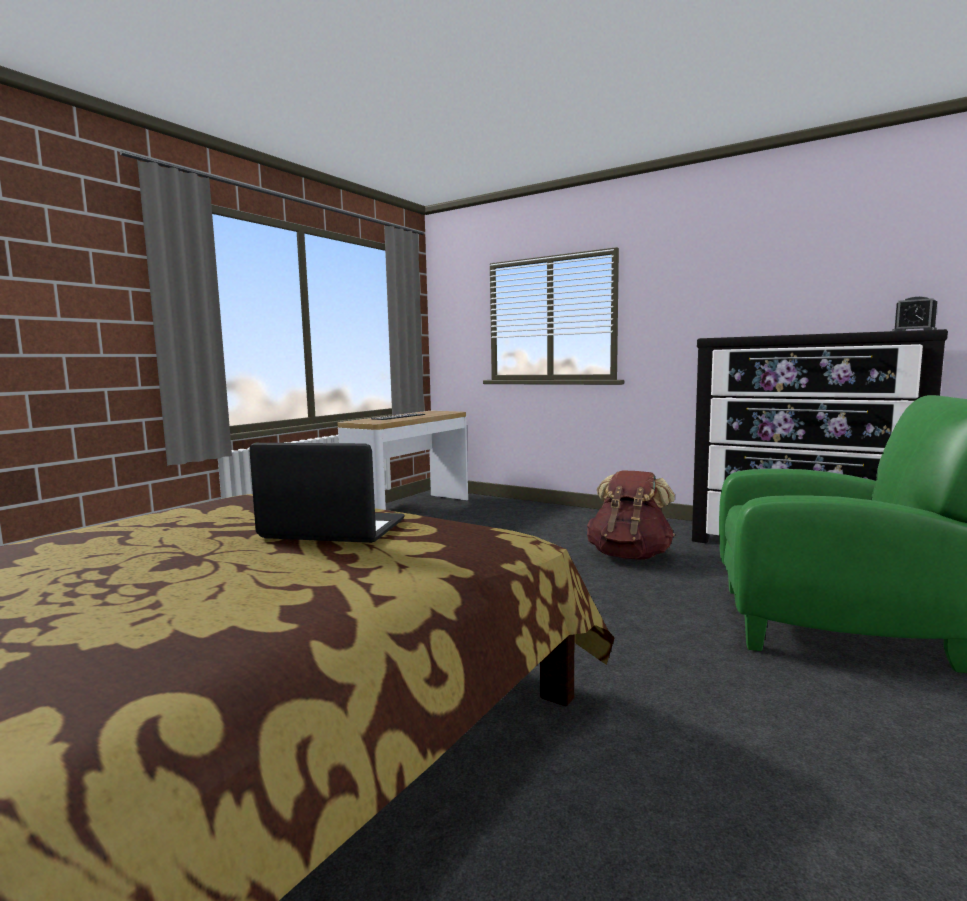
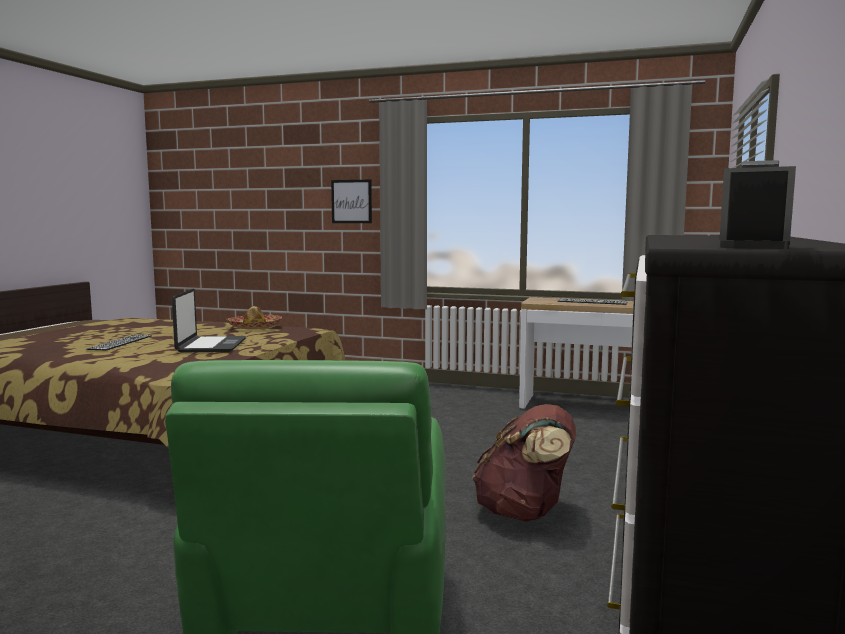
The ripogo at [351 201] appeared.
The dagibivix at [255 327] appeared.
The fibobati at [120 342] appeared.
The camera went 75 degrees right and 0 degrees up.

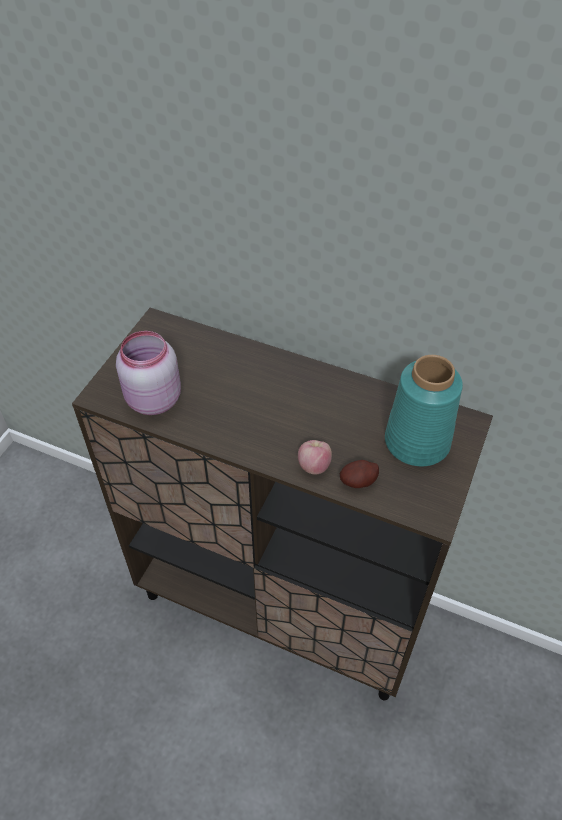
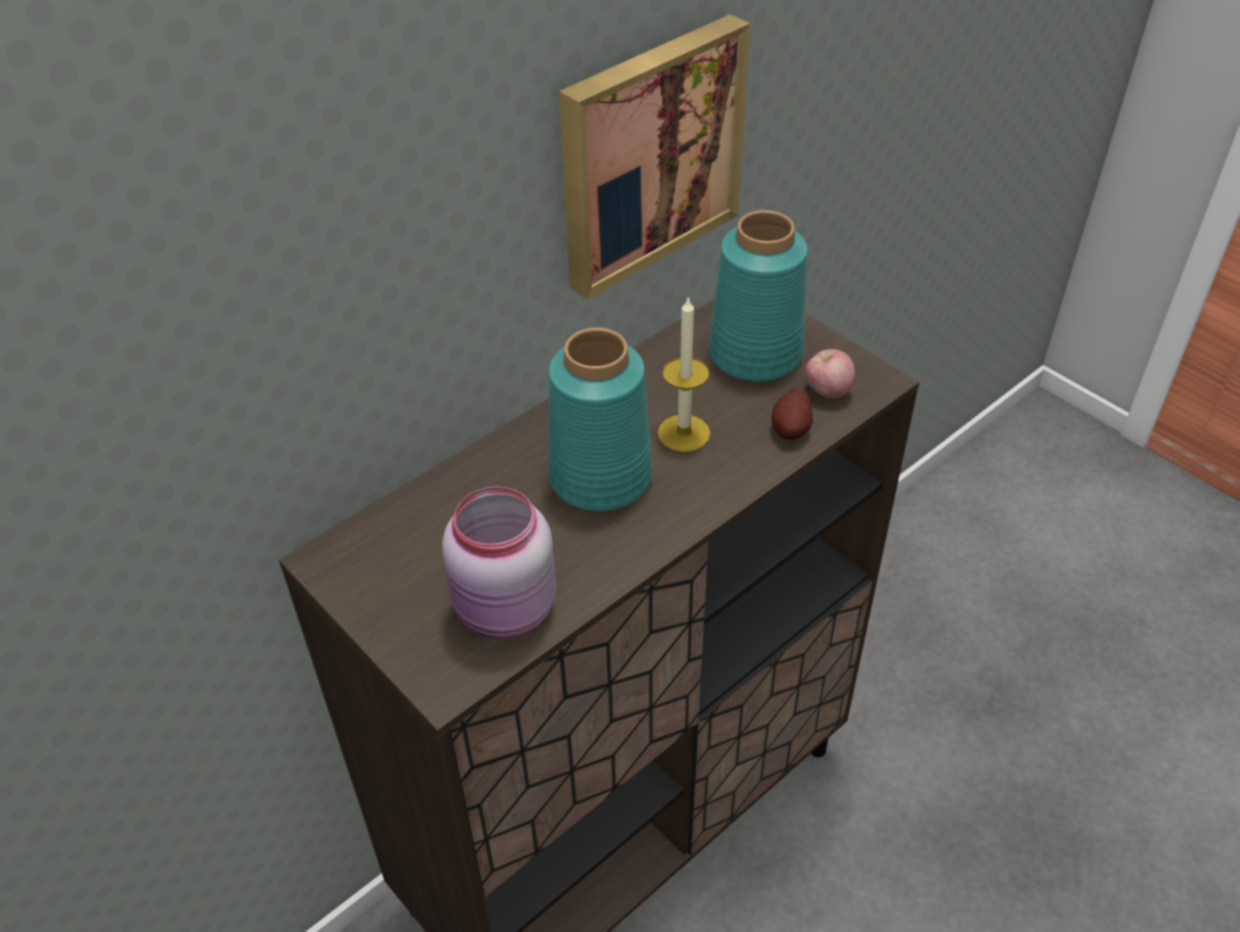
The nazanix moved from [314 466] to [827 391].
The ripogo at [648 154] appeared.
The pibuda at [684 433] appeared.
The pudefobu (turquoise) at [600 476] appeared.
The camera went 65 degrees left and 5 degrees down.

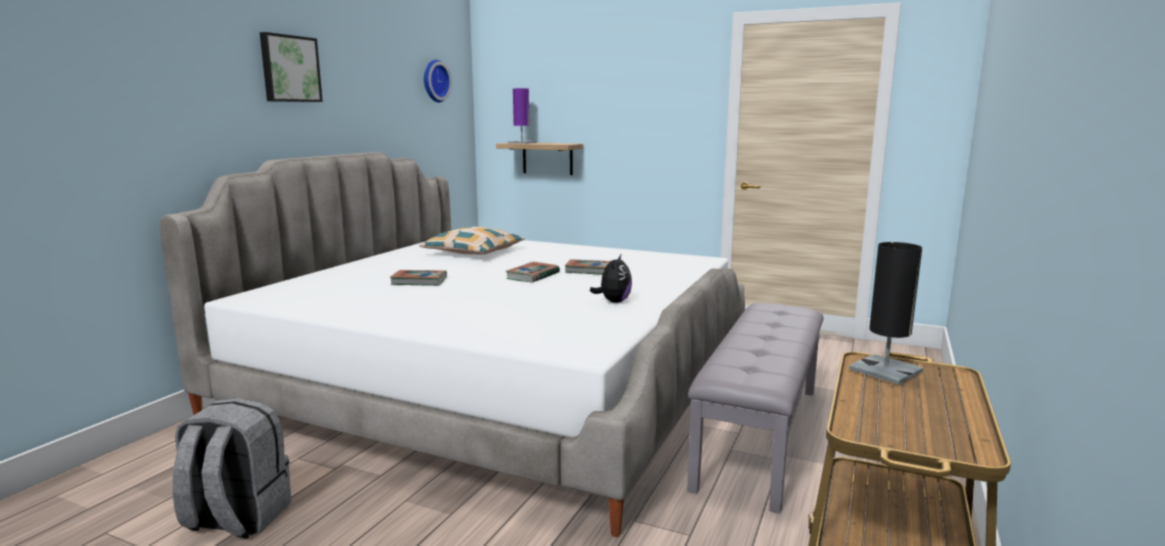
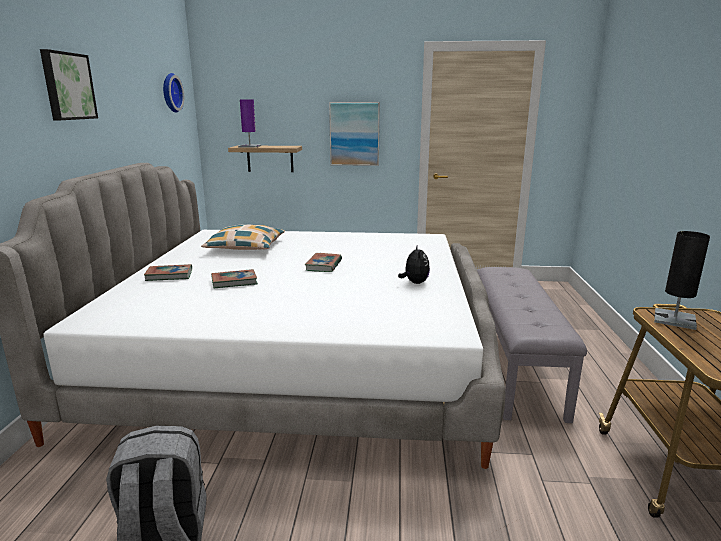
The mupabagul moved from [589 270] to [169 275].
The ripogo at [354 134] appeared.
The camera went 20 degrees left and 5 degrees up.

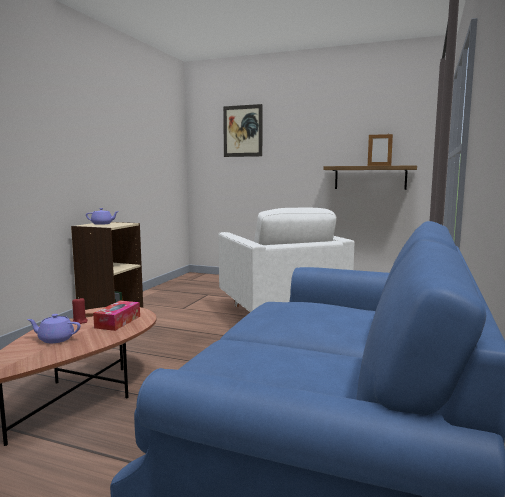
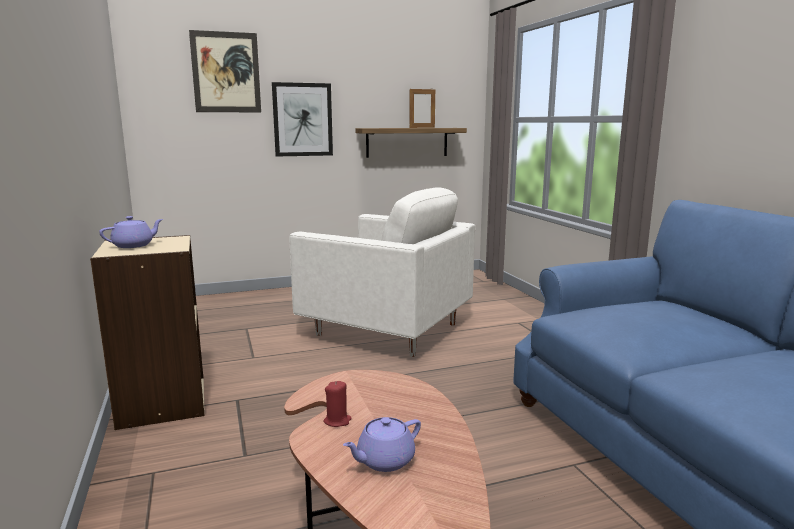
The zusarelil at [118 322] disappeared.
The ripogo at [302 119] appeared.
The camera went 40 degrees left and 5 degrees up.

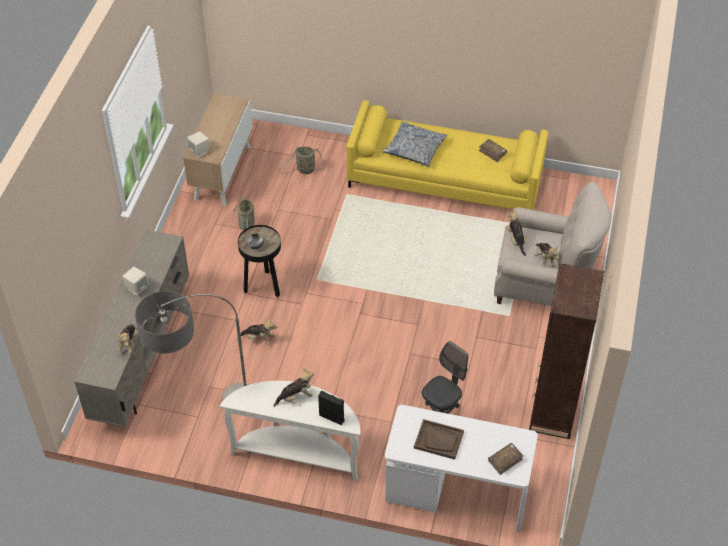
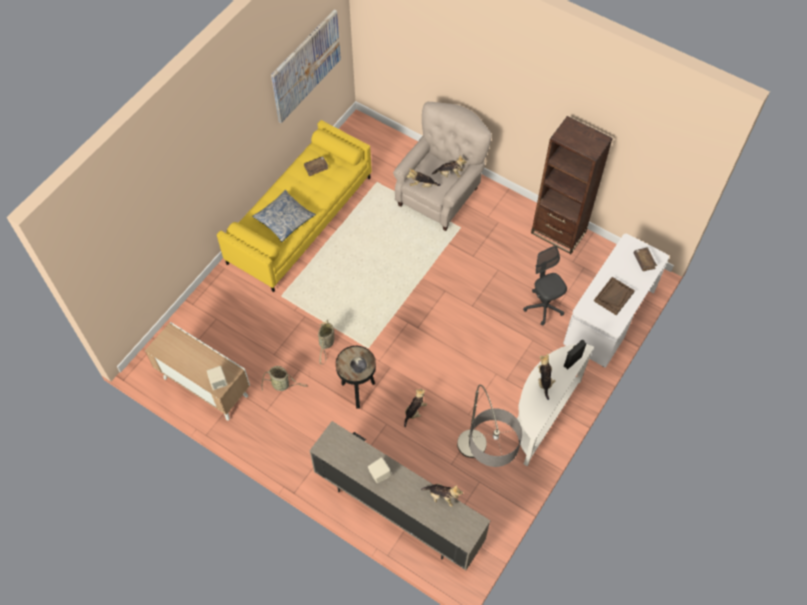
The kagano moved from [304 170] to [326 343].
The ripogo at [306 66] appeared.
The camera went 70 degrees left and 10 degrees up.

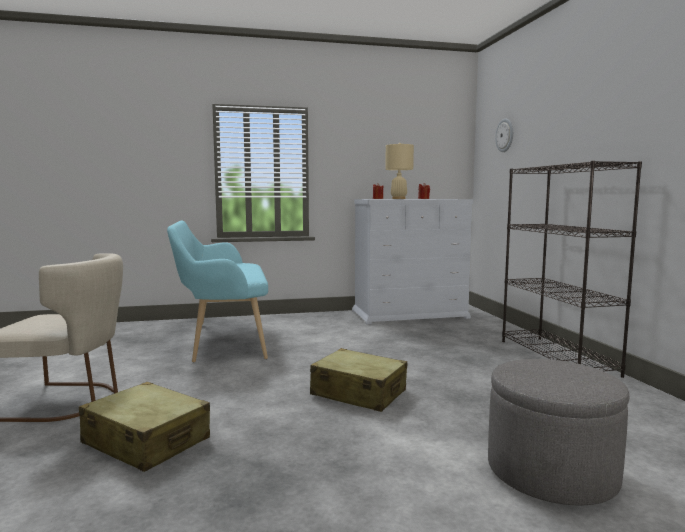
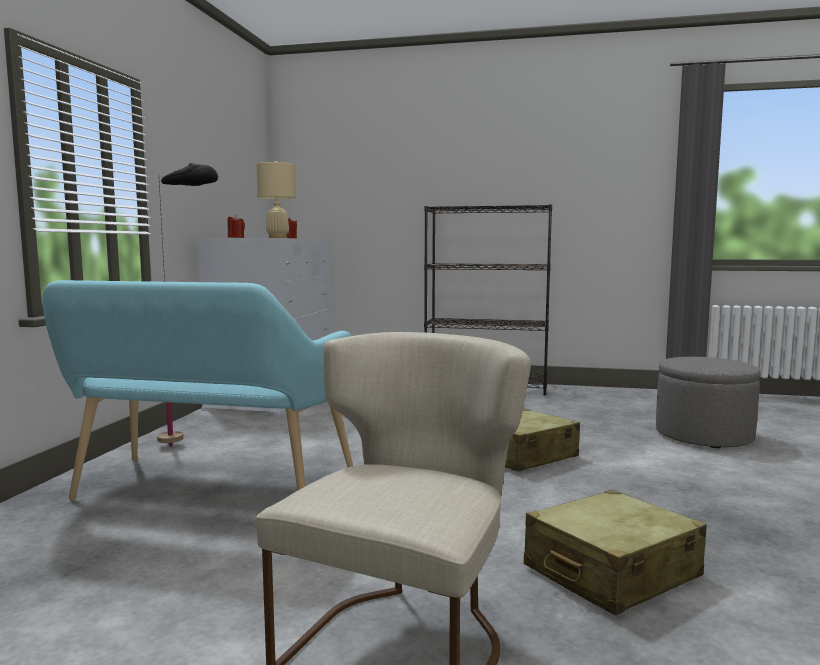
The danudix at [505 135] disappeared.
The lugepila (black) at [193 444] appeared.
The camera went 65 degrees left and 0 degrees up.

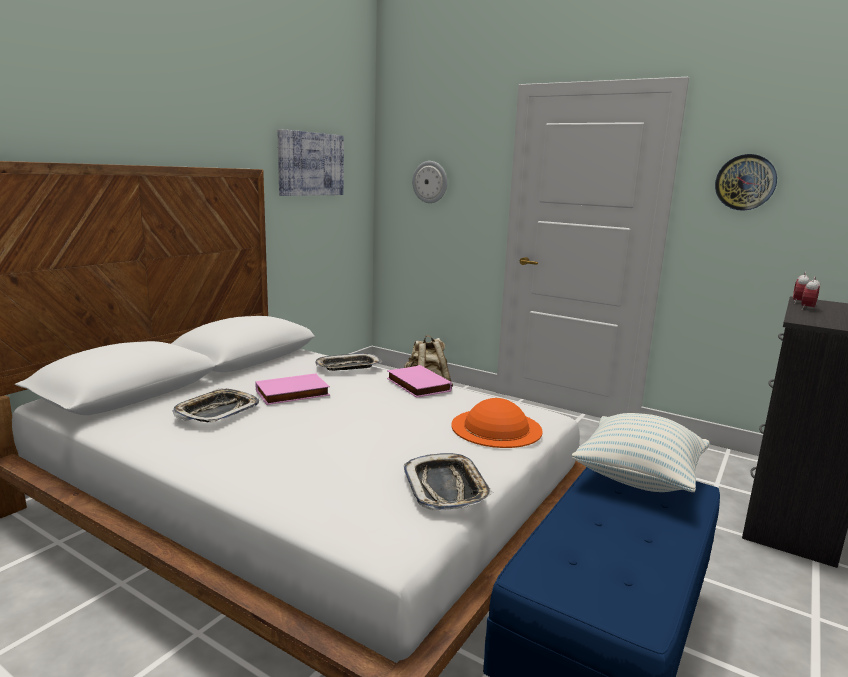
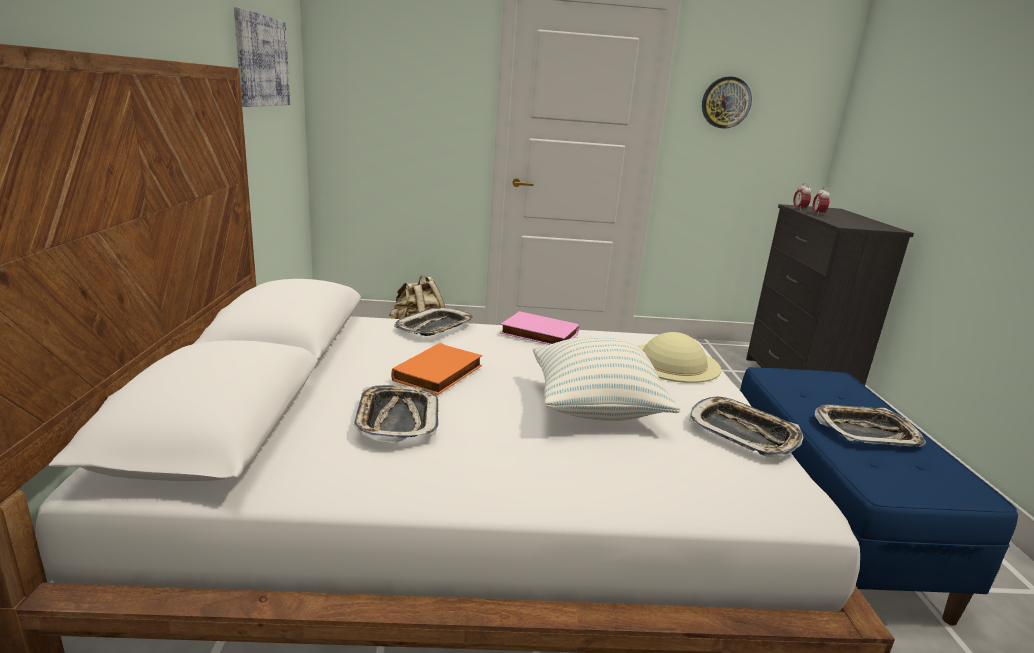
The danudix at [430 182] disappeared.
The mupabagul (pink) at [292 394] became the mupabagul (orange) at [439 374].
The dagibivix (orange) at [496 427] became the dagibivix (beige) at [673 362].
The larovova moved from [638 479] to [595 409].
The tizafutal at [866 432] appeared.
The camera went 35 degrees left and 5 degrees up.

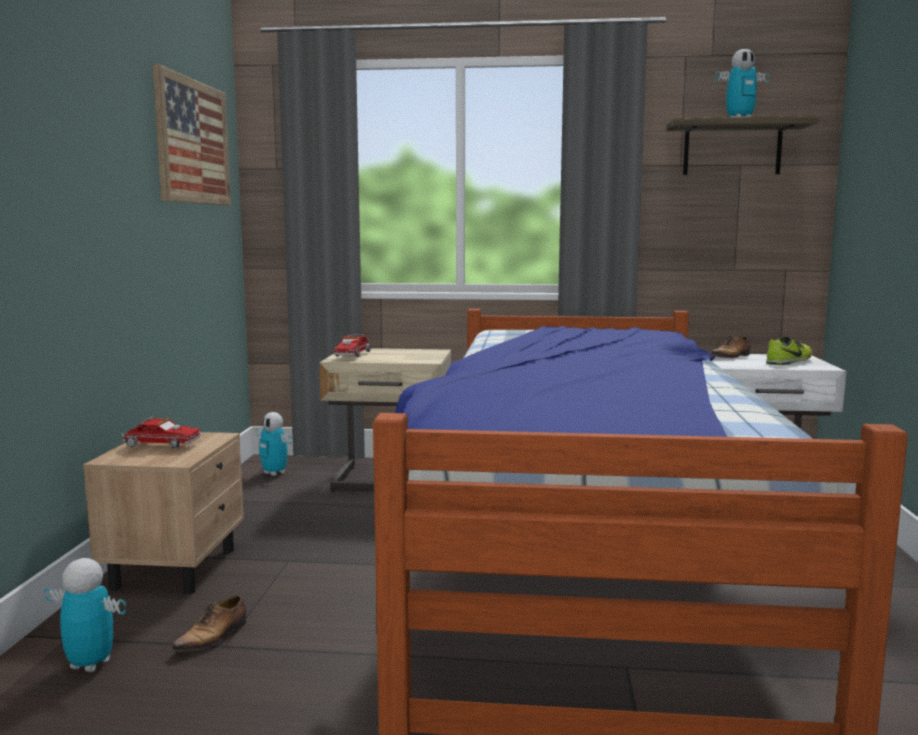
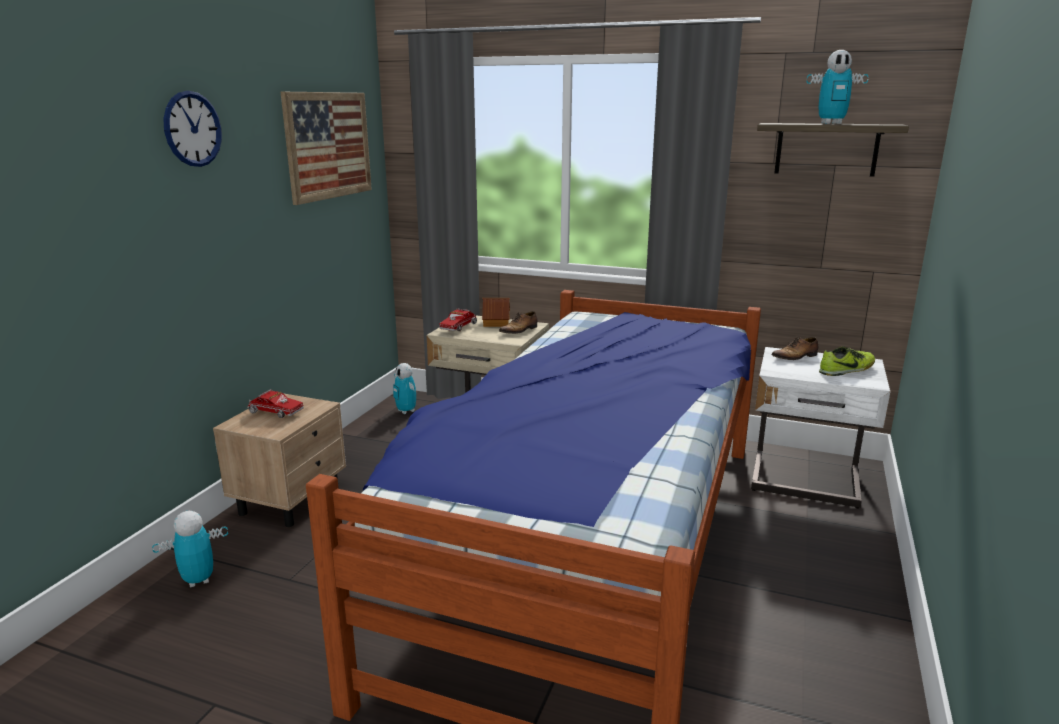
The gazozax at [90 664] turned 60 degrees counterclockwise.
The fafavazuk moved from [213 637] to [519 330].
The danudix at [192 129] appeared.
The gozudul at [495 322] appeared.
The camera went 15 degrees right and 10 degrees up.

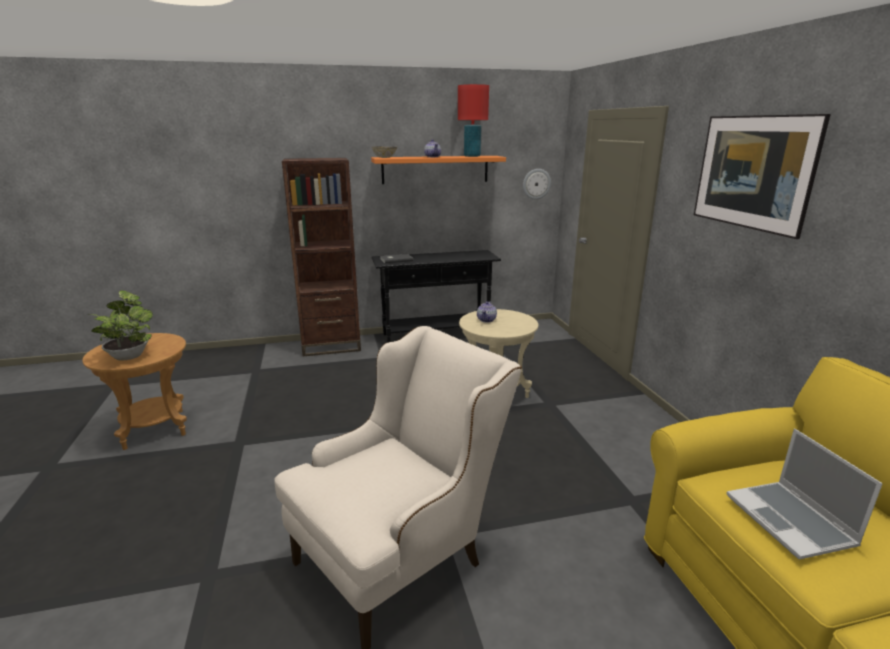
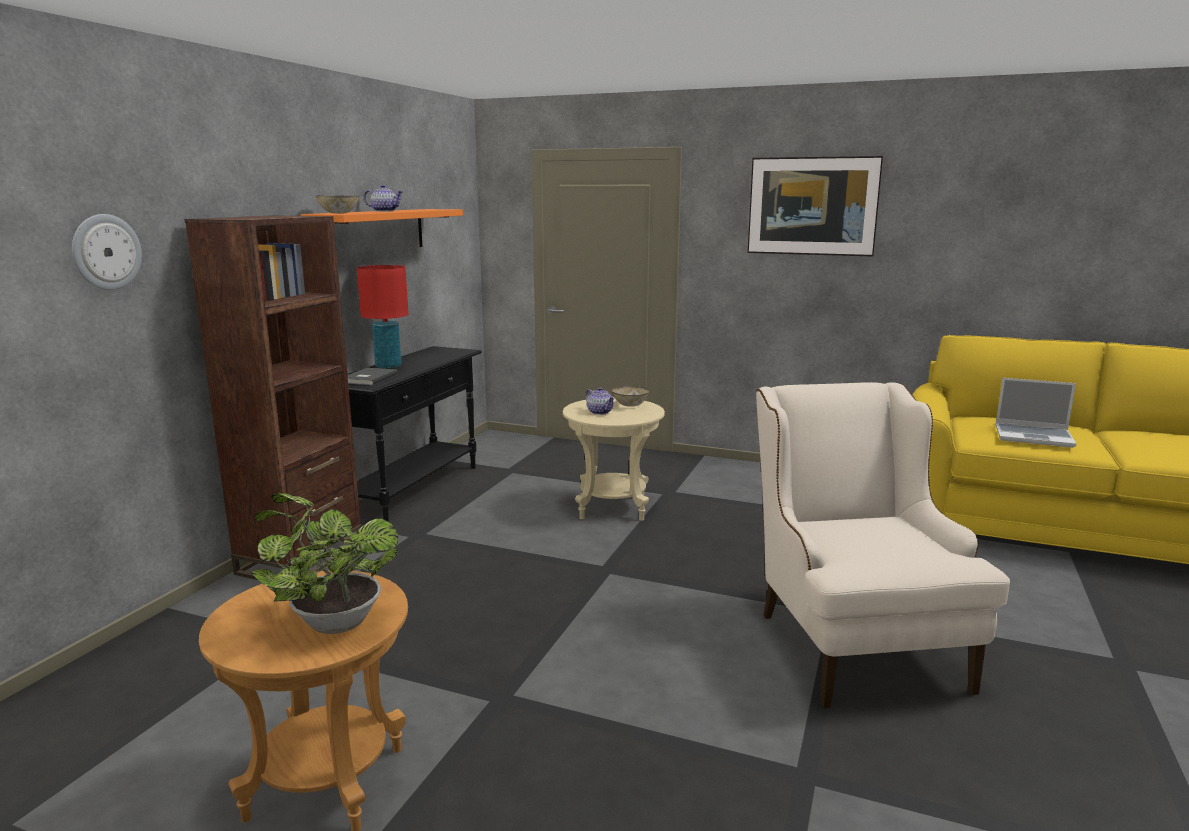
The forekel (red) moved from [472 156] to [388 366].
The danudix moved from [536 184] to [106 252].
The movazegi at [630 405] appeared.
The camera went 55 degrees left and 5 degrees down.

